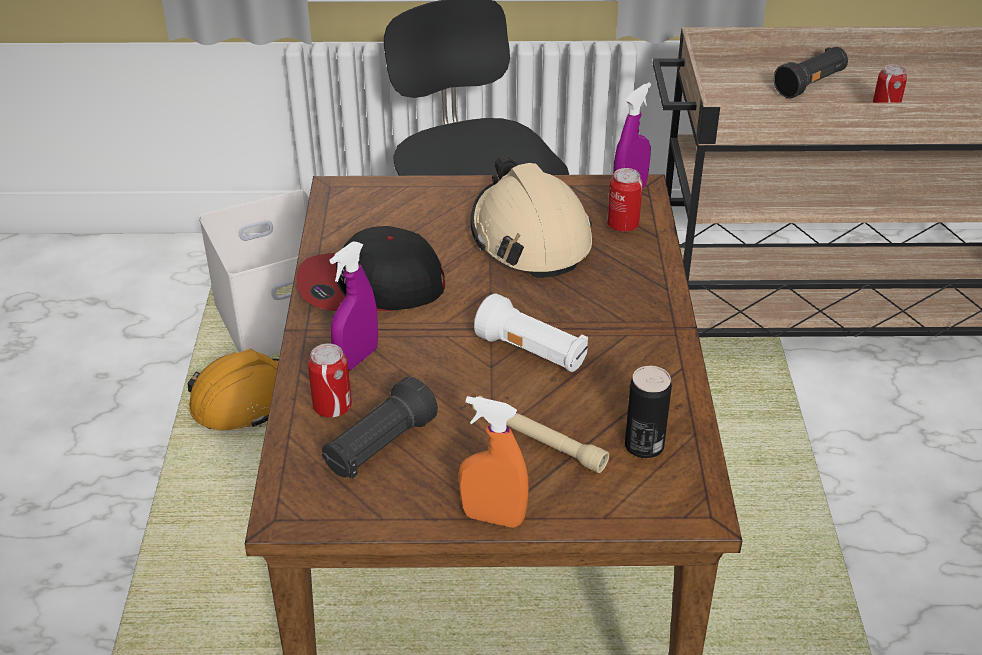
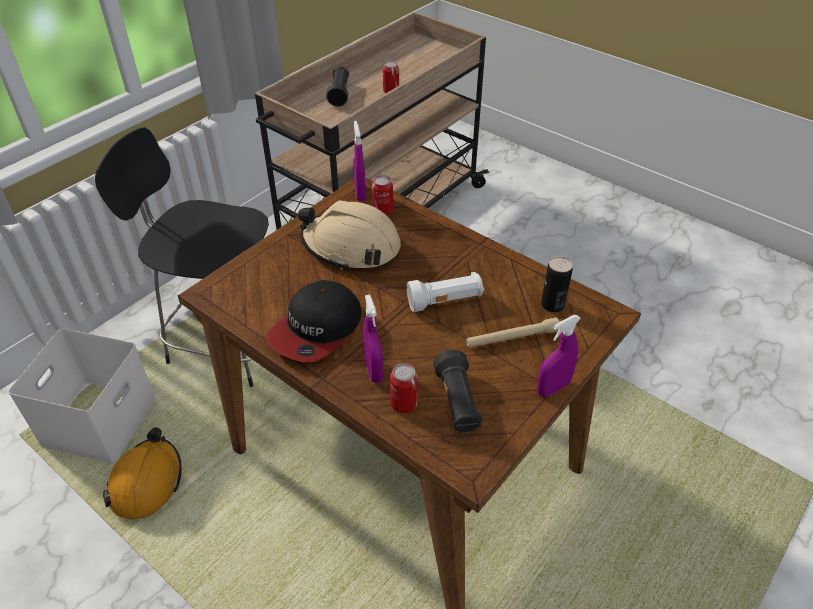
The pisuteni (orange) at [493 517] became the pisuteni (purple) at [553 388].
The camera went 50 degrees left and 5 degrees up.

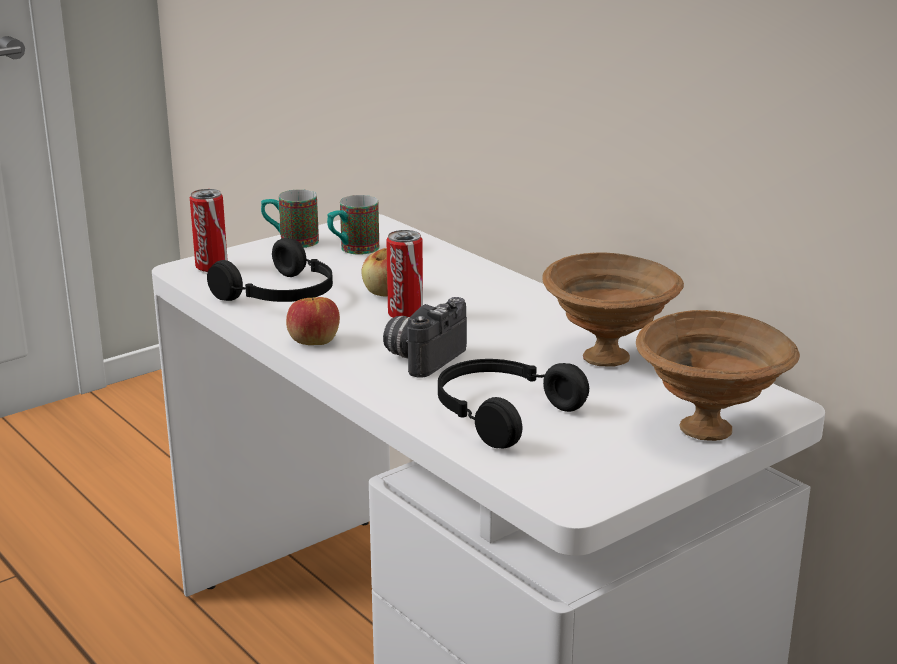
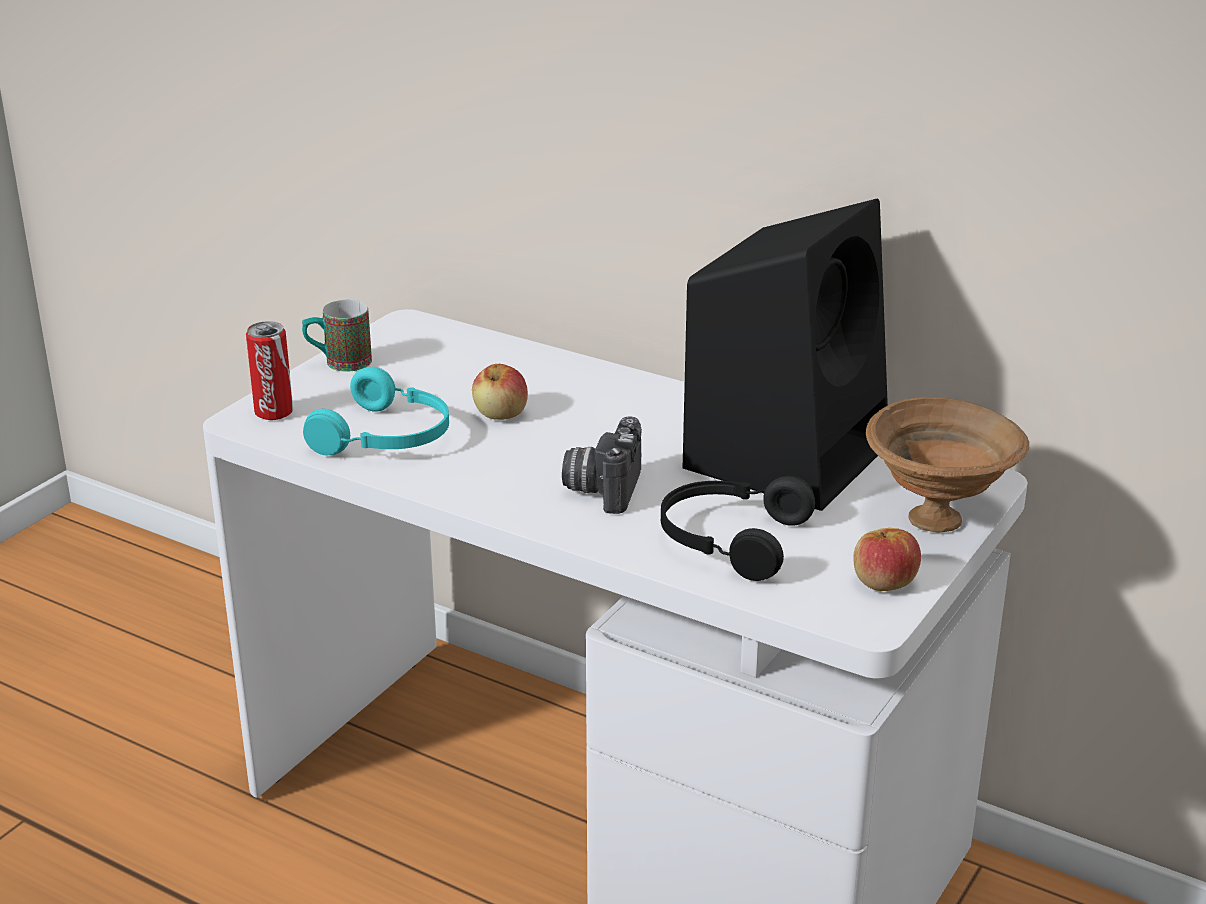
The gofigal at [353 250] disappeared.
The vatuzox at [405 315] disappeared.
The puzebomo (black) at [281 295] became the puzebomo (turquoise) at [387 437].
The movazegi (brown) at [608 357] was replaced by the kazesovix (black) at [787 454].
The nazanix moved from [313 341] to [883 582].
The camera went 20 degrees left and 5 degrees up.

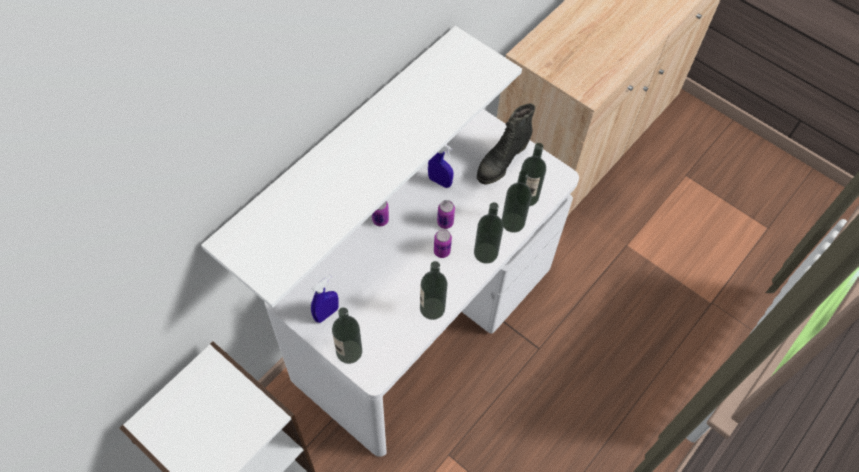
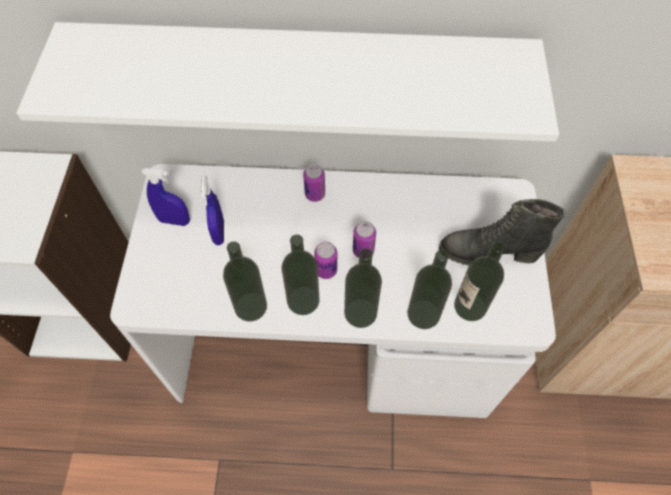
The pisuteni (blue) moved from [439 181] to [219 232].
The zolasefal moved from [349 351] to [303 300].
The camera went 55 degrees right and 0 degrees up.

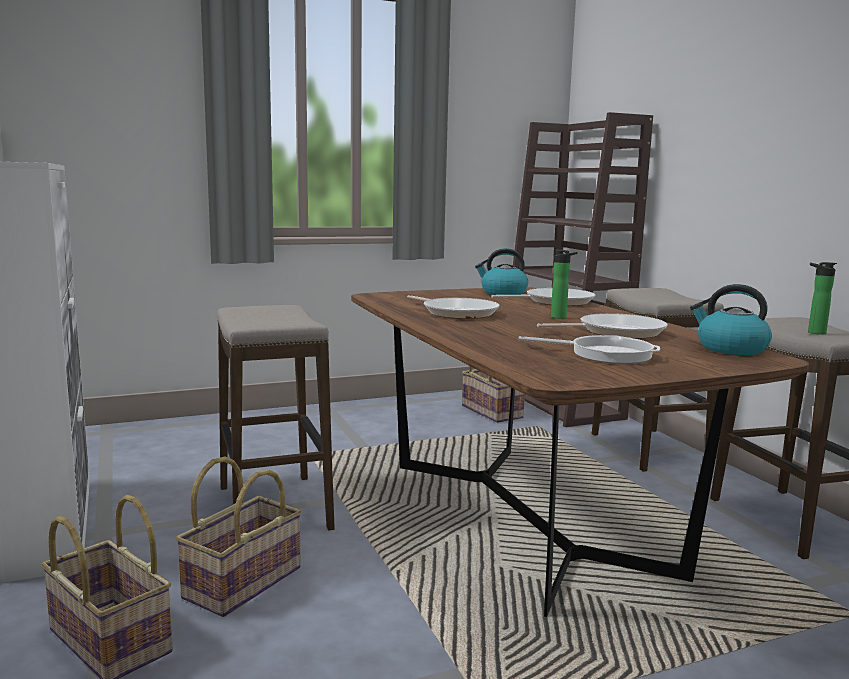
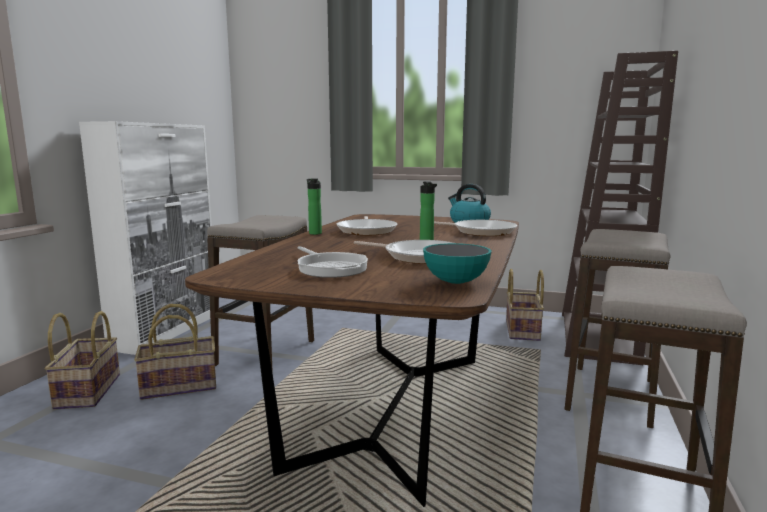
The zolasefal moved from [813 332] to [314 233].
The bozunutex at [730 349] was replaced by the movazegi at [456 282].
The camera went 40 degrees right and 0 degrees up.

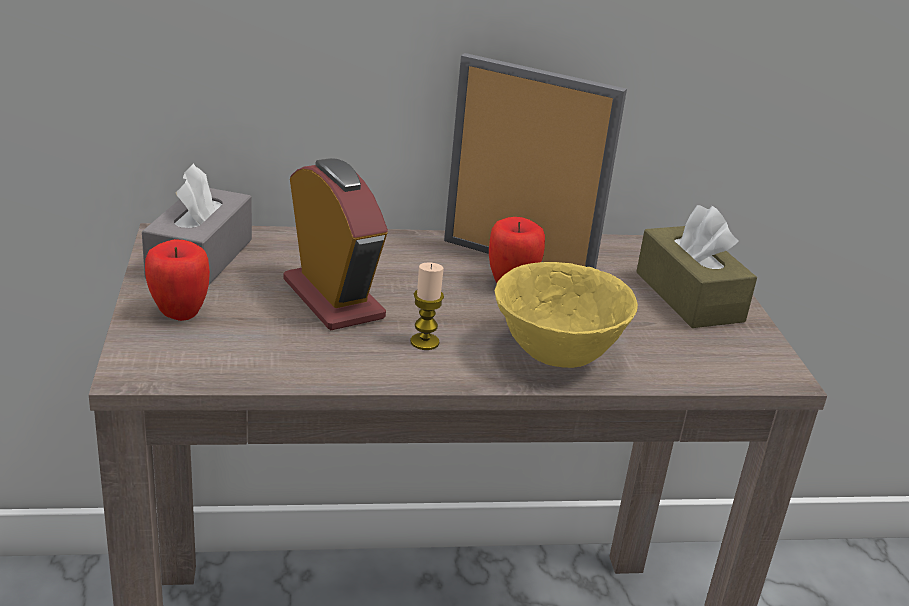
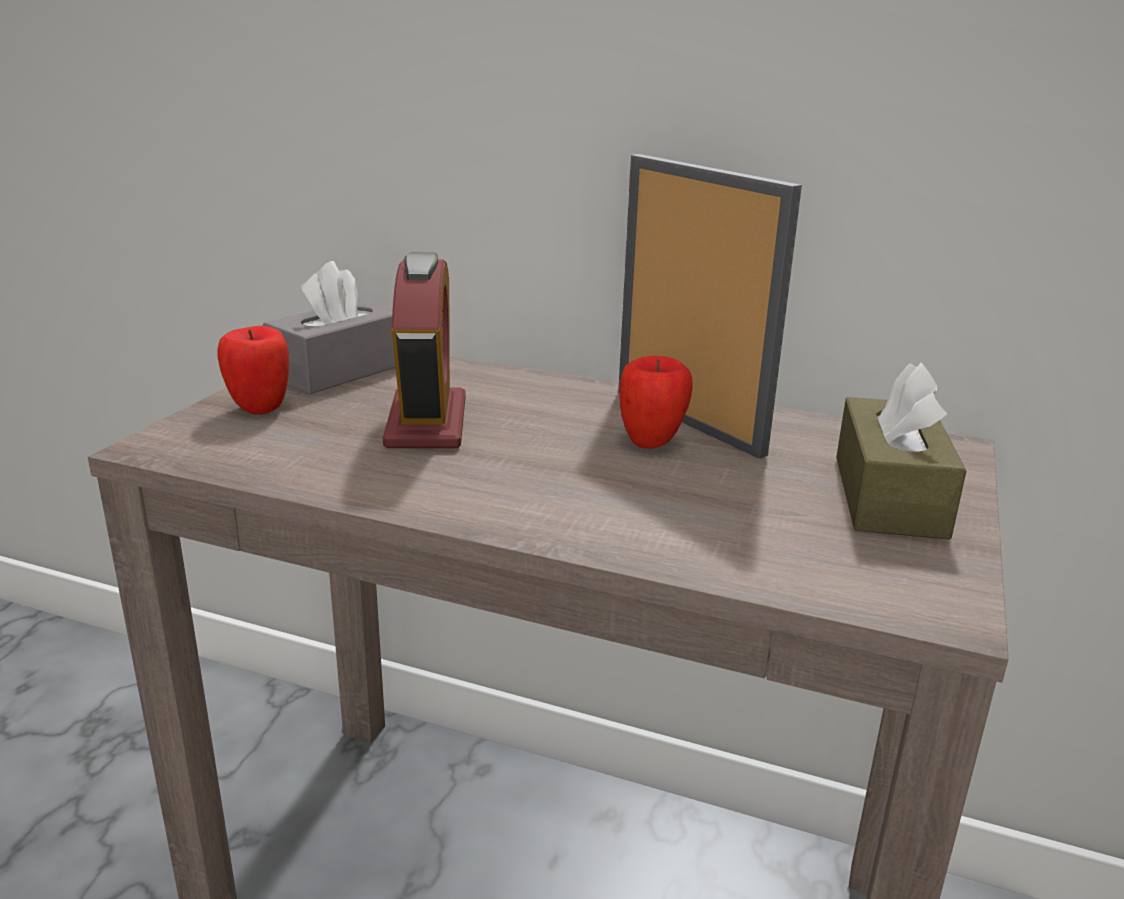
The movazegi (yellow) at [555 355] disappeared.
The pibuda at [424 342] disappeared.
The camera went 30 degrees right and 5 degrees down.

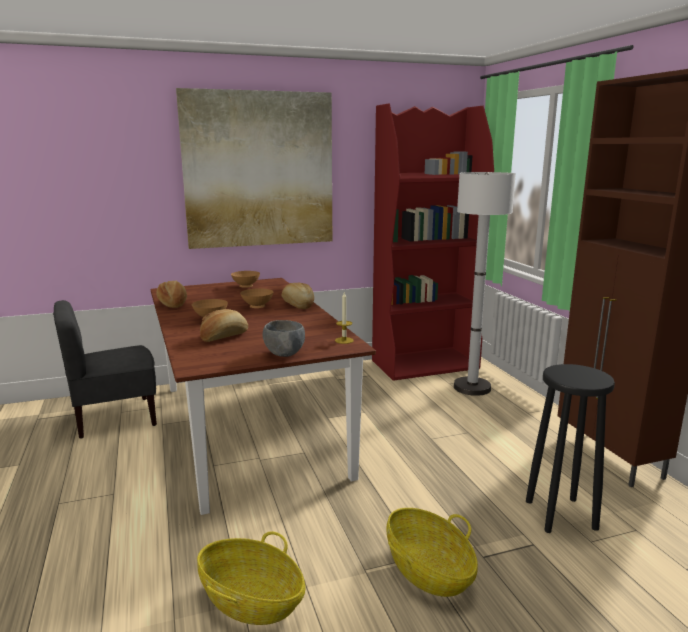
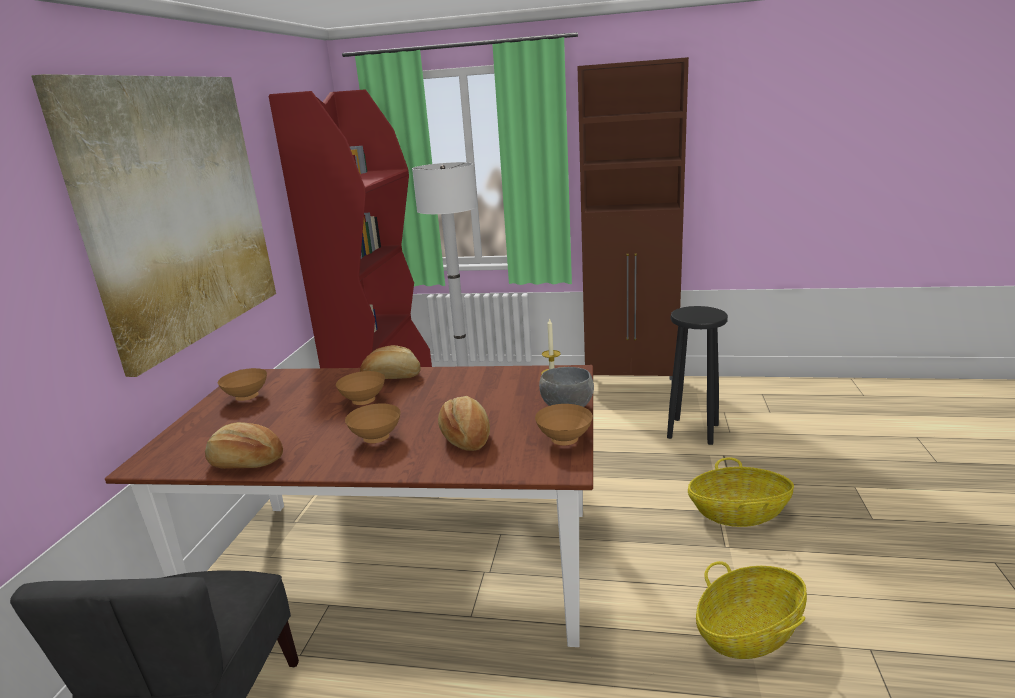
The movazegi (brown) at [564 440] appeared.
The camera went 60 degrees left and 5 degrees up.

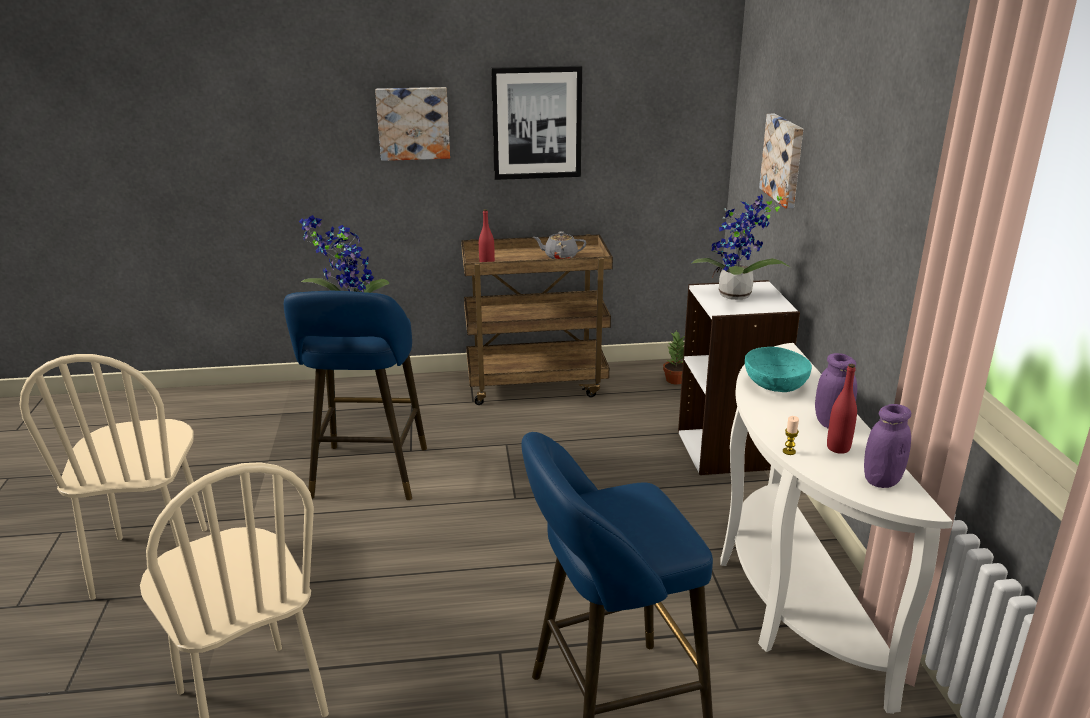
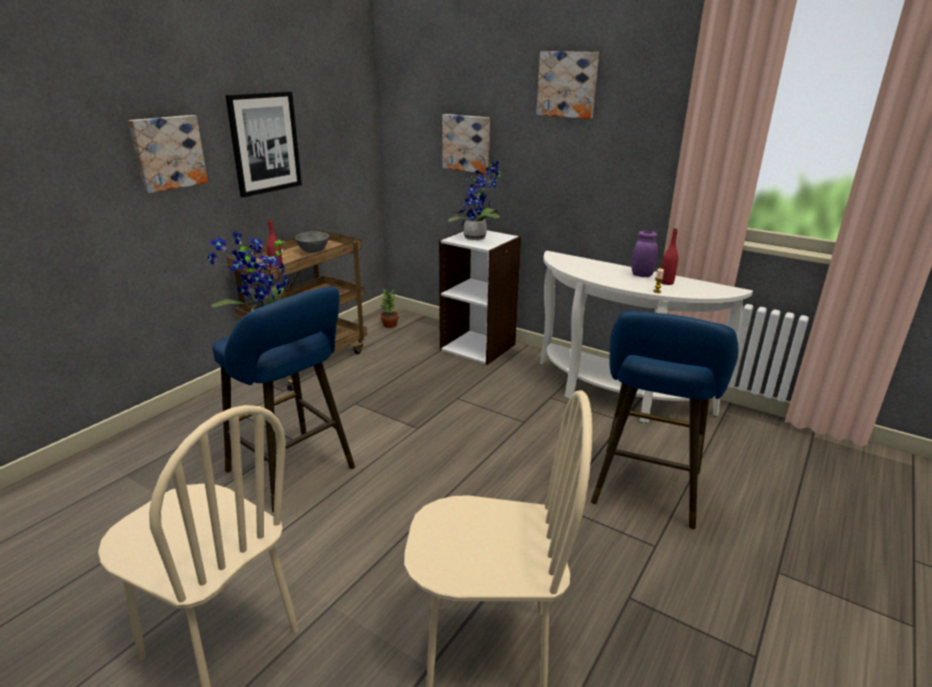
The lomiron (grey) at [560 257] was replaced by the movazegi (grey) at [313 250].
The movazegi (turquoise) at [775 385] disappeared.
The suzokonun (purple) at [881 480] disappeared.
The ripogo at [568 84] appeared.
The camera went 50 degrees left and 0 degrees up.

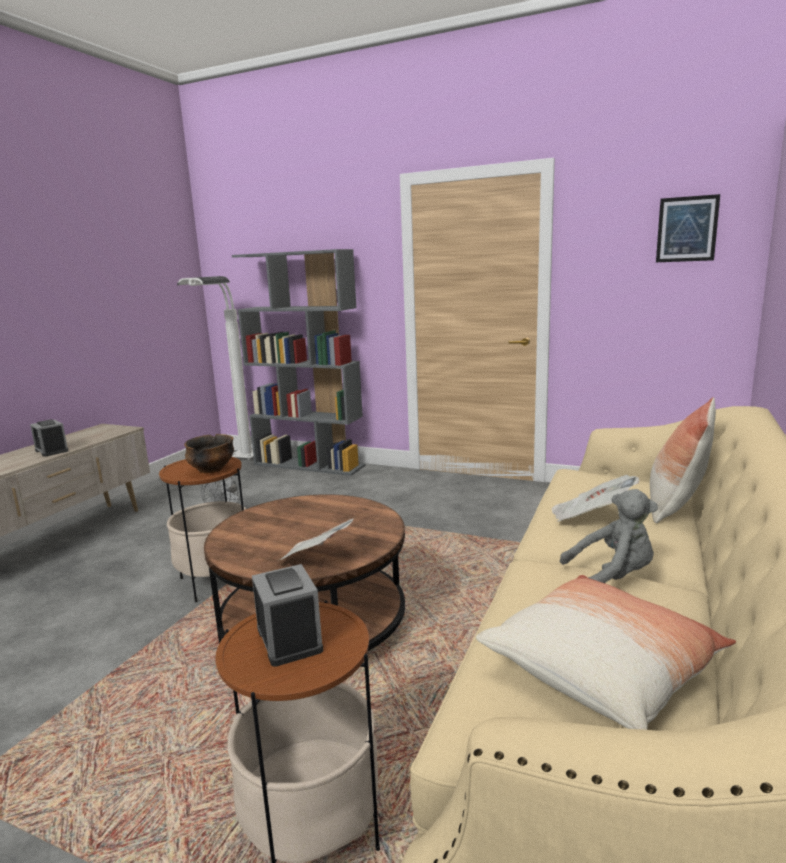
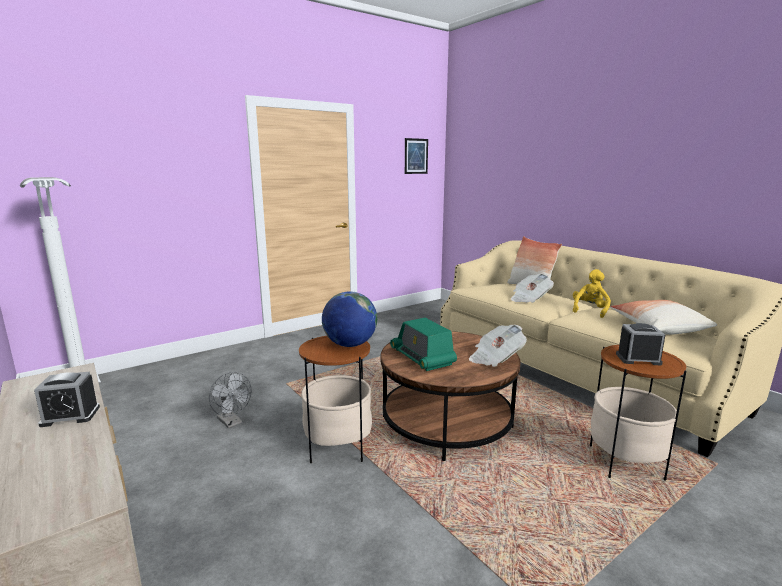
The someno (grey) at [310 465] disappeared.
The movazegi at [211 470] was replaced by the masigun at [350 344].
The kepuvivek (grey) at [611 578] became the kepuvivek (yellow) at [589 310].
The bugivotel at [422 357] appeared.
The camera went 60 degrees left and 0 degrees up.

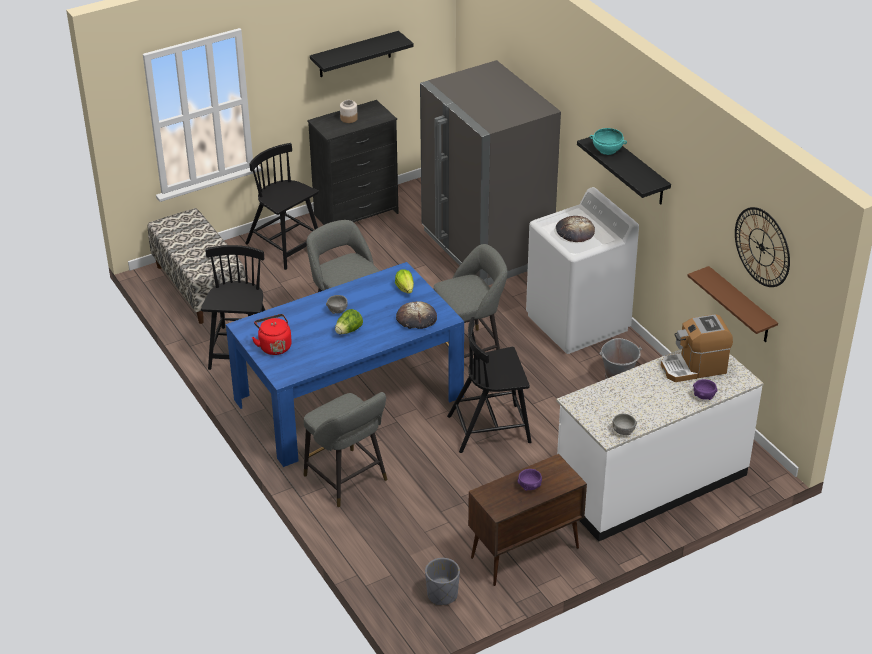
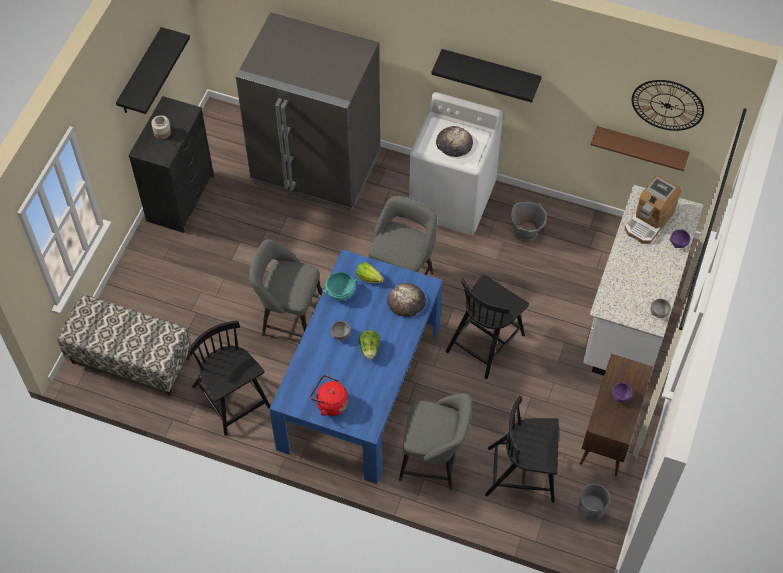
The movazegi (turquoise) moved from [607 150] to [340 292].
The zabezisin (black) moved from [285 247] to [522 474].
The camera went 40 degrees left and 20 degrees up.

